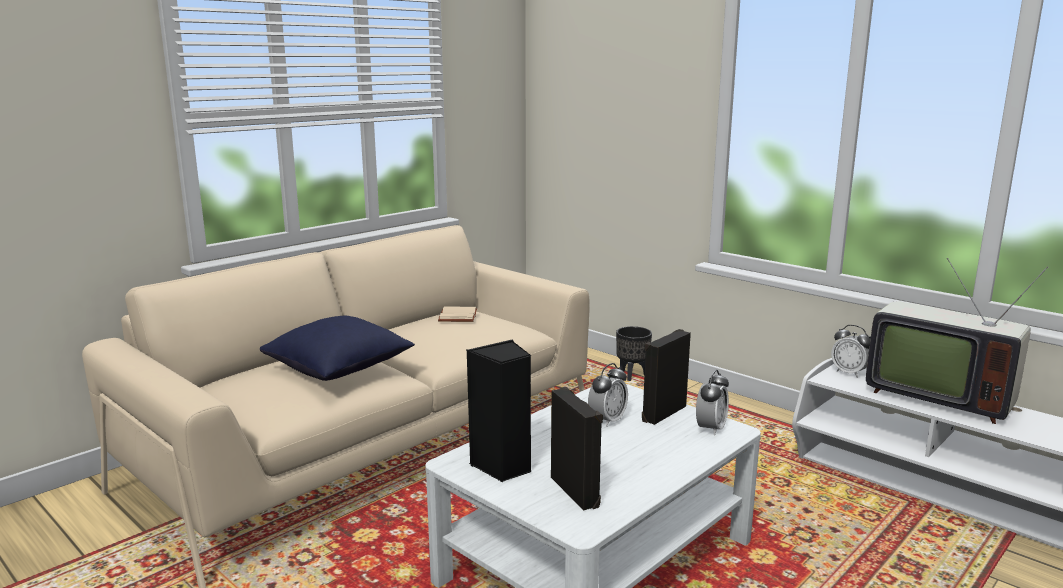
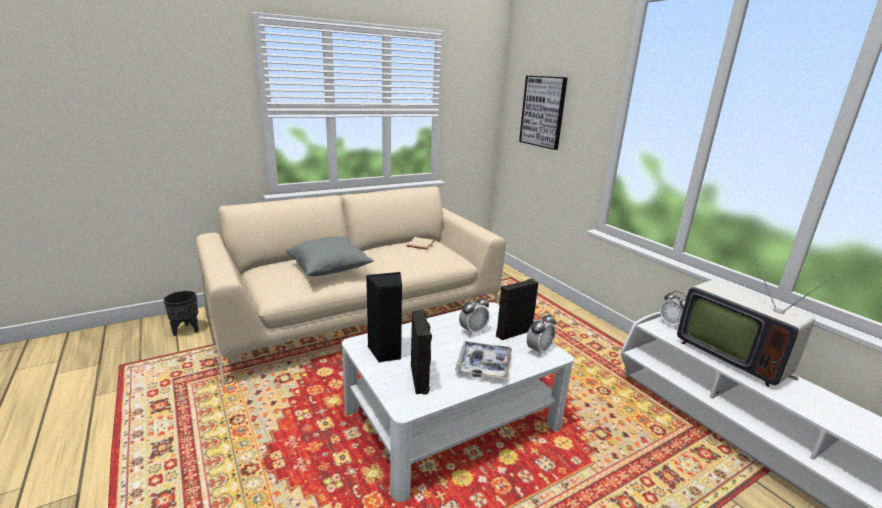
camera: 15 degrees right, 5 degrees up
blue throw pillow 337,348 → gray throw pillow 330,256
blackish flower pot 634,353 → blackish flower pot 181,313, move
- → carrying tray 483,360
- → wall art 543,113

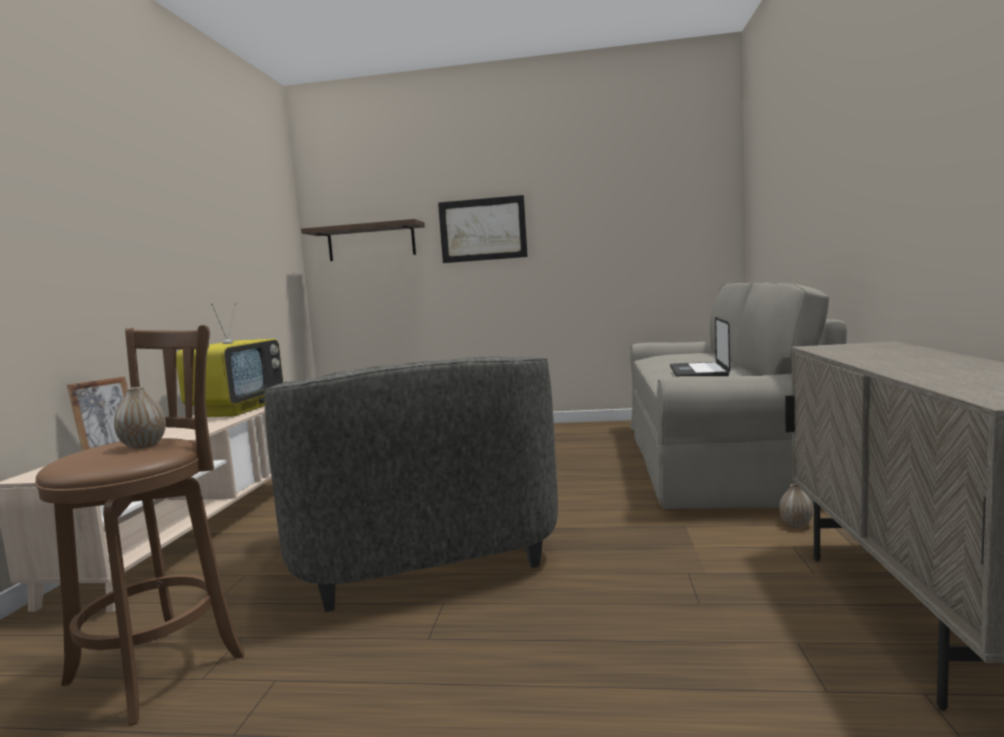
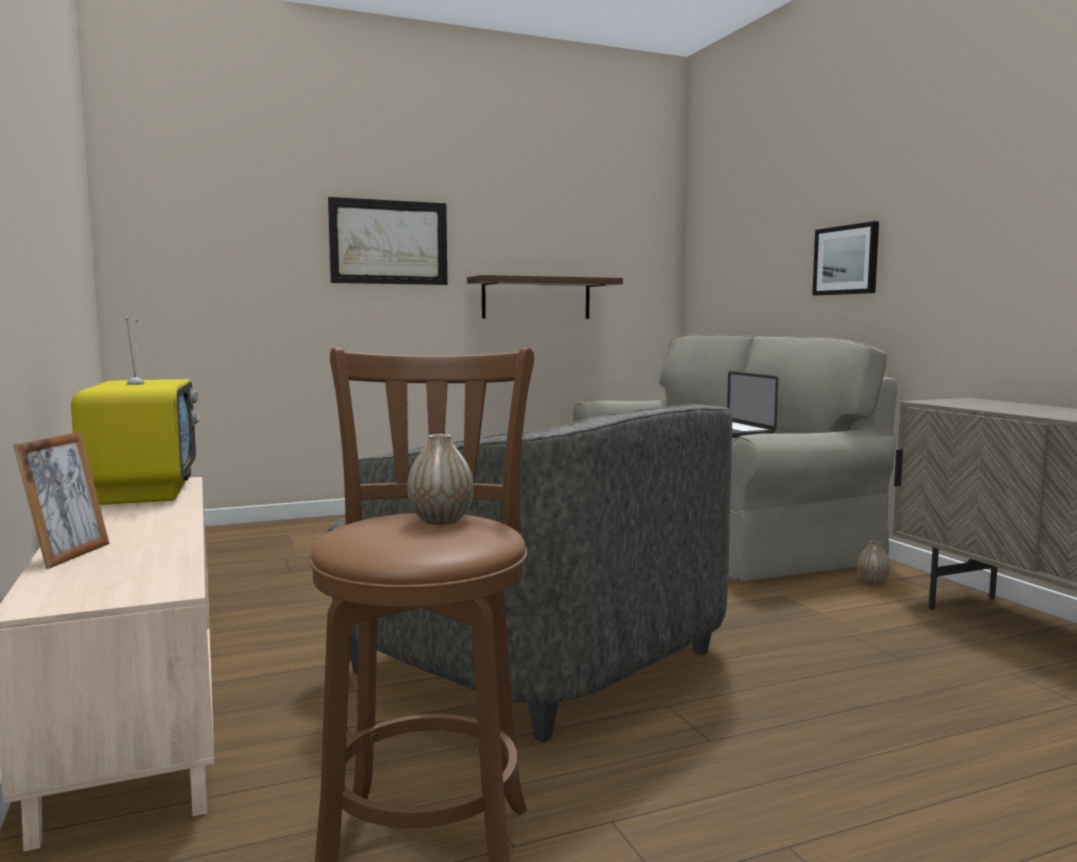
camera: 30 degrees left, 0 degrees up
wall shelf 363,240 → wall shelf 545,297, move
- → wall art 845,258

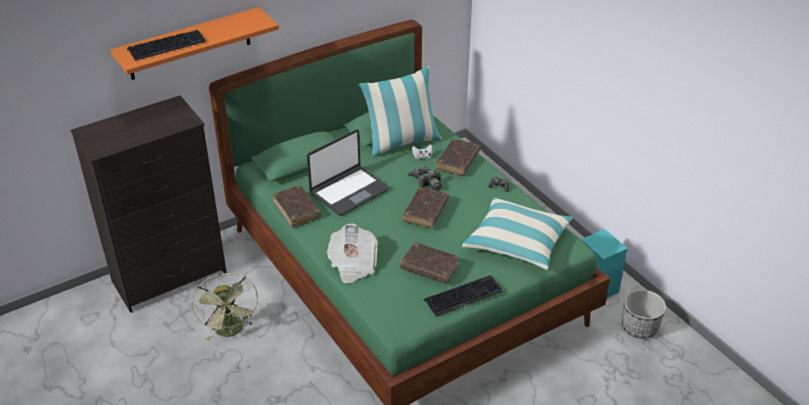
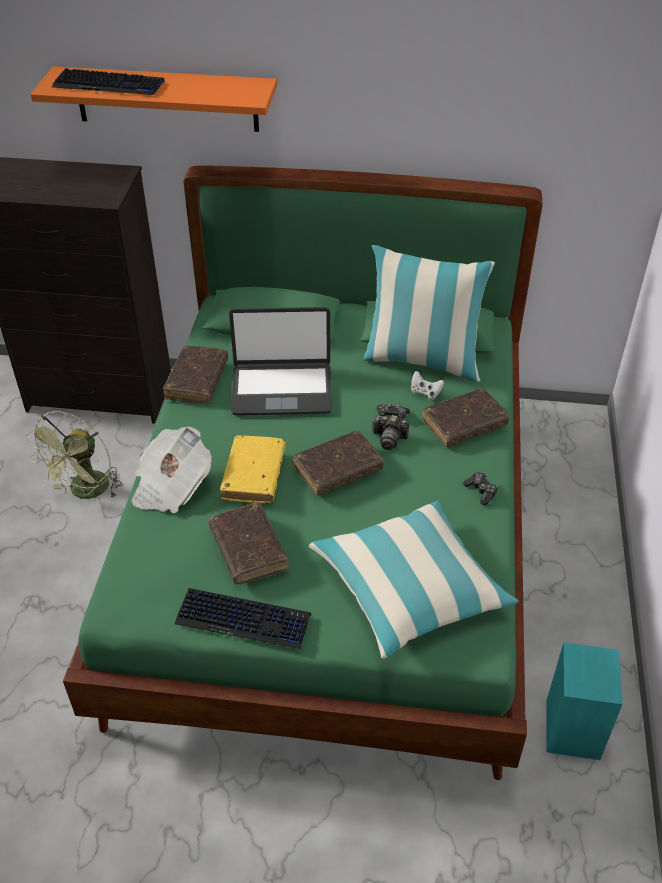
camera: 40 degrees right, 5 degrees up
flower pot 644,314 → -
- → yellowish book 253,469

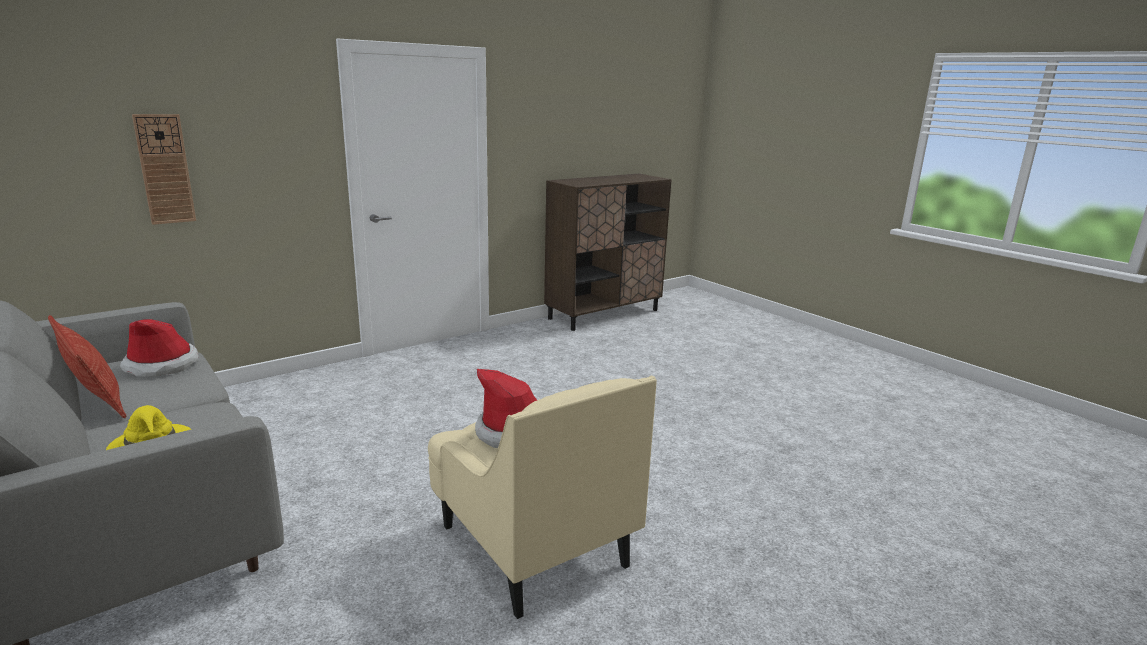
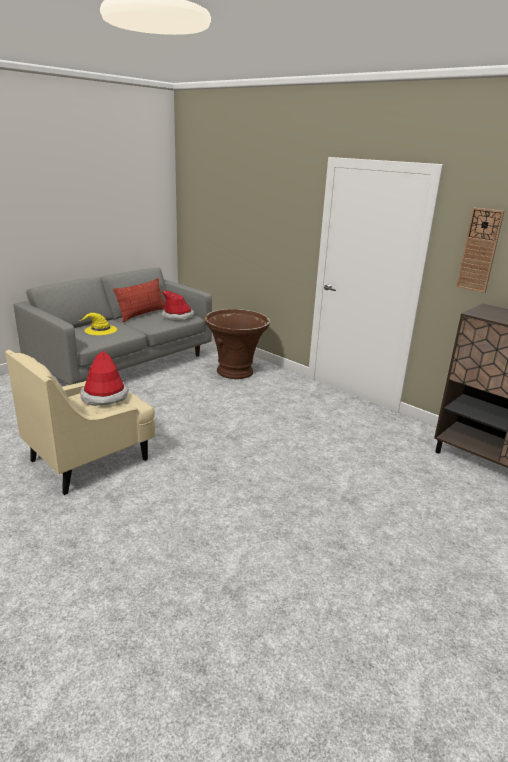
camera: 80 degrees right, 5 degrees up
clock on the wall 164,169 → clock on the wall 480,250, move
- → brownish flower pot 237,344

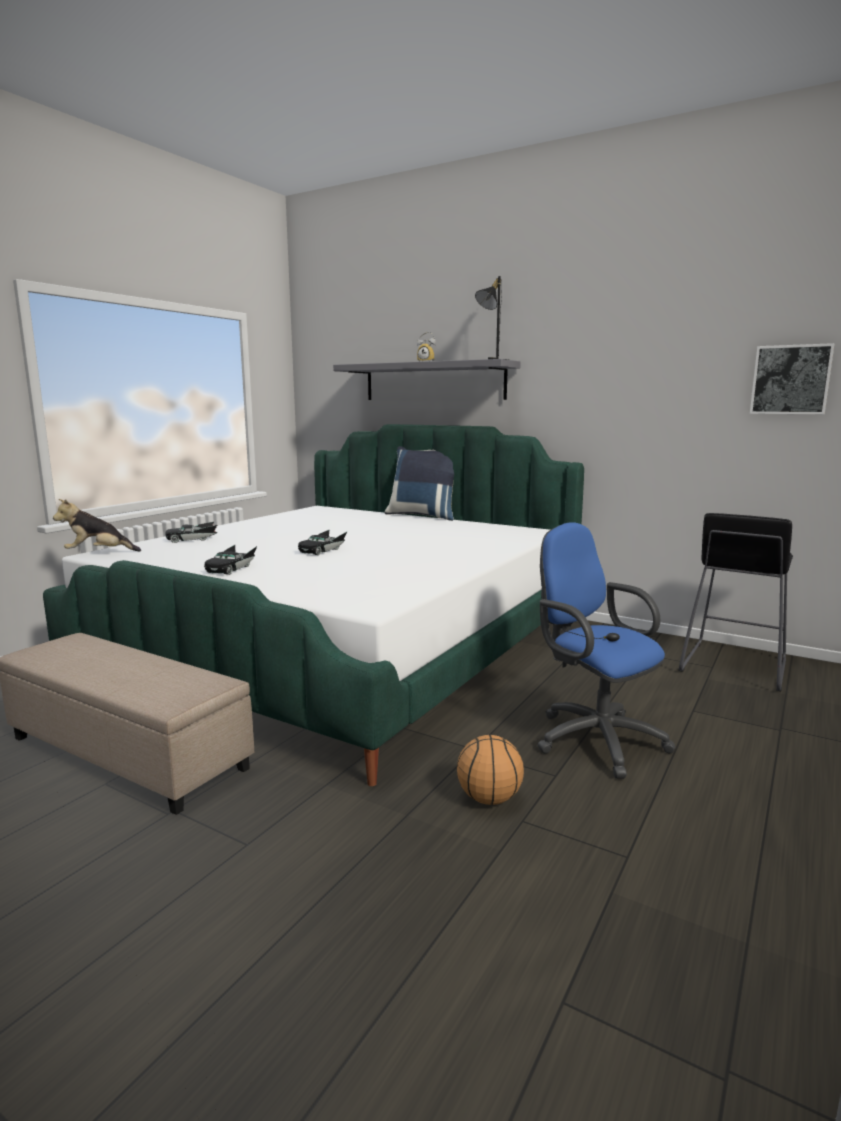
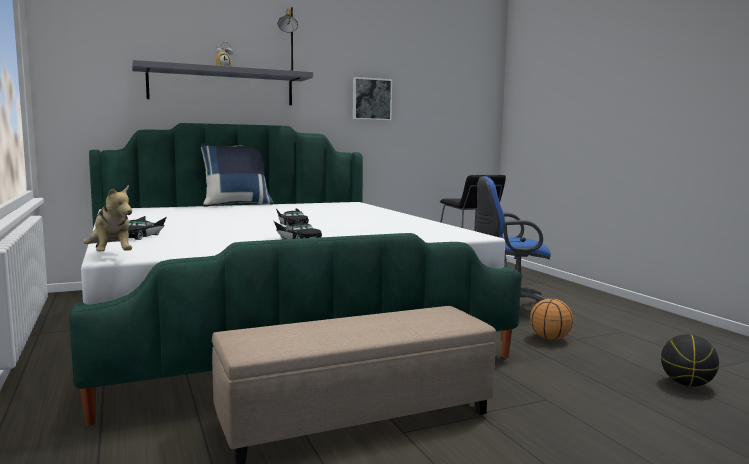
camera: 55 degrees left, 5 degrees down
soft toy 97,525 → soft toy 107,218, 60 degrees counterclockwise
wall art 792,378 → wall art 372,99, move
- → ball for basketball 690,360

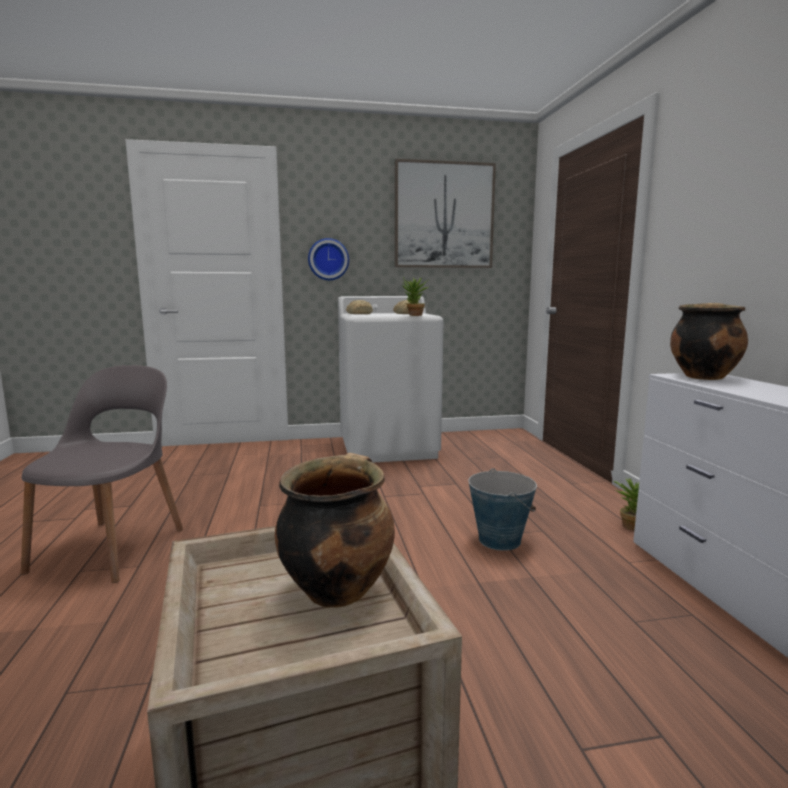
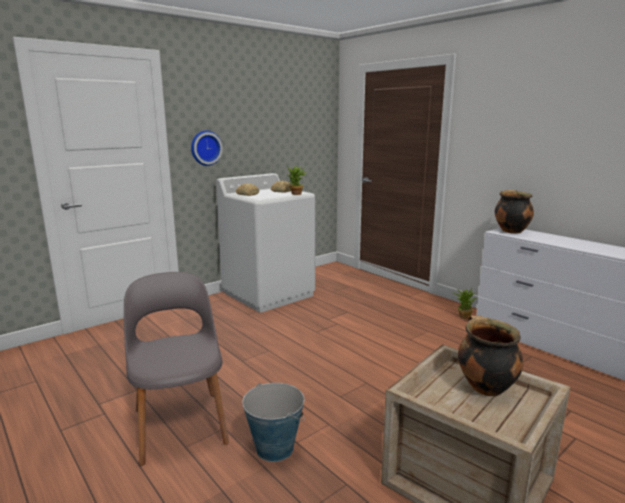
camera: 30 degrees left, 5 degrees up
wall art 445,213 → -
water bucket 502,509 → water bucket 273,422, move

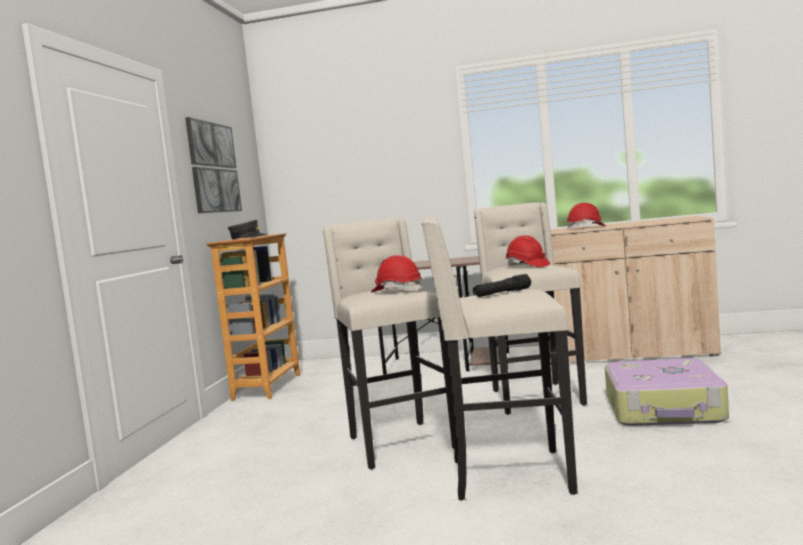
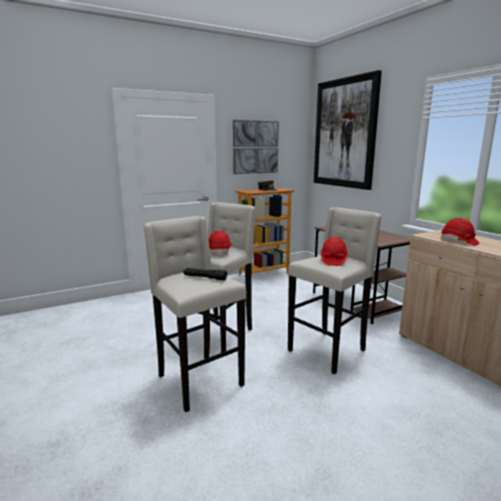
camera: 50 degrees right, 10 degrees up
travel case 667,392 → -
- → wall art 348,130

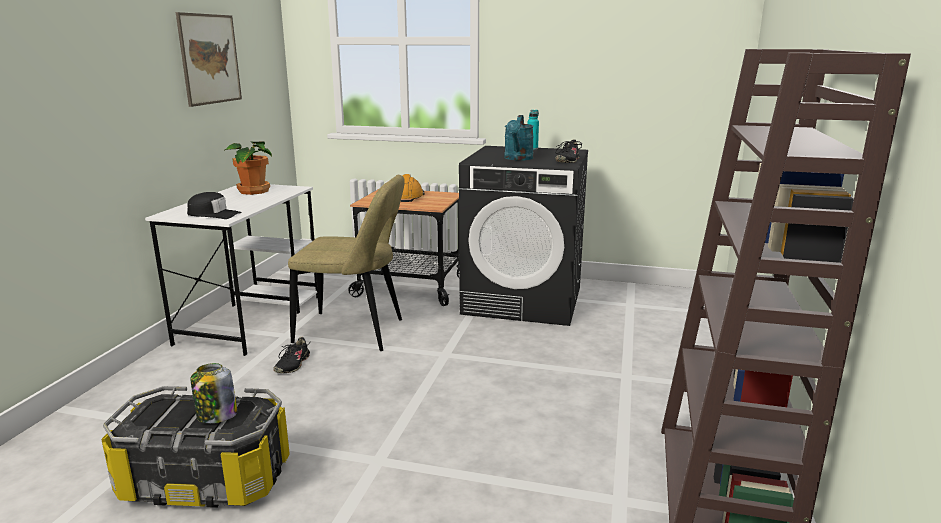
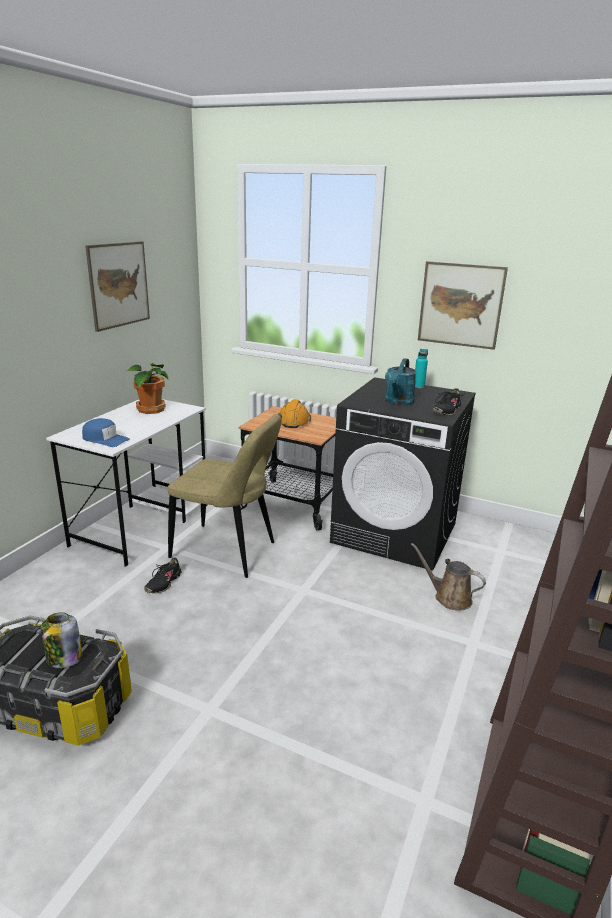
camera: 10 degrees right, 5 degrees up
blackish peaked cap 214,205 → blue peaked cap 106,432
- → brownish watering can 448,577
- → wall art 463,305

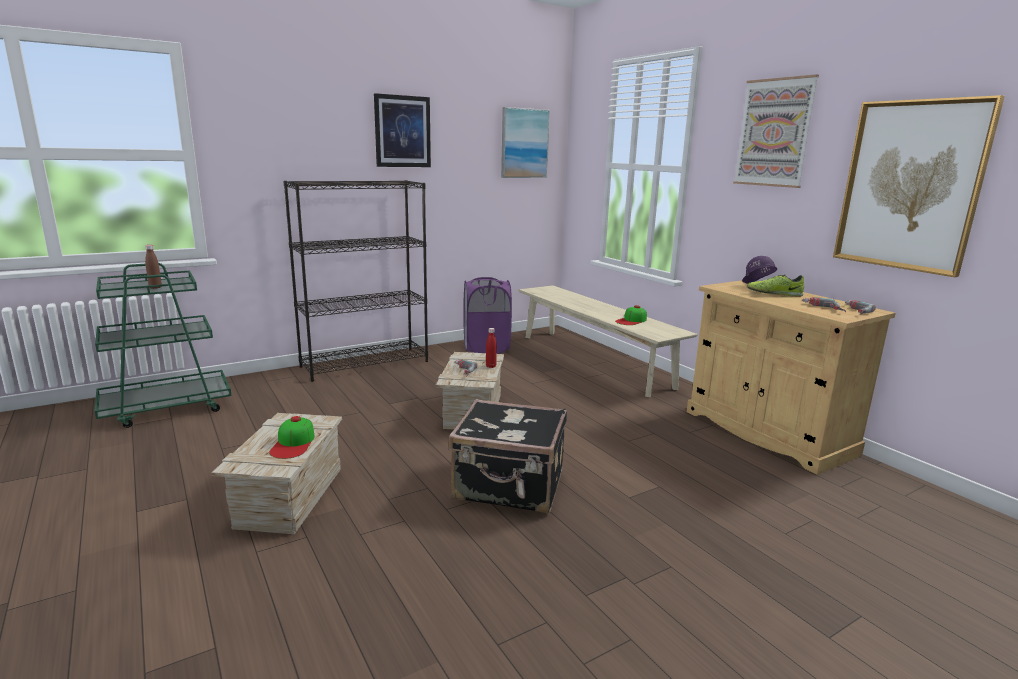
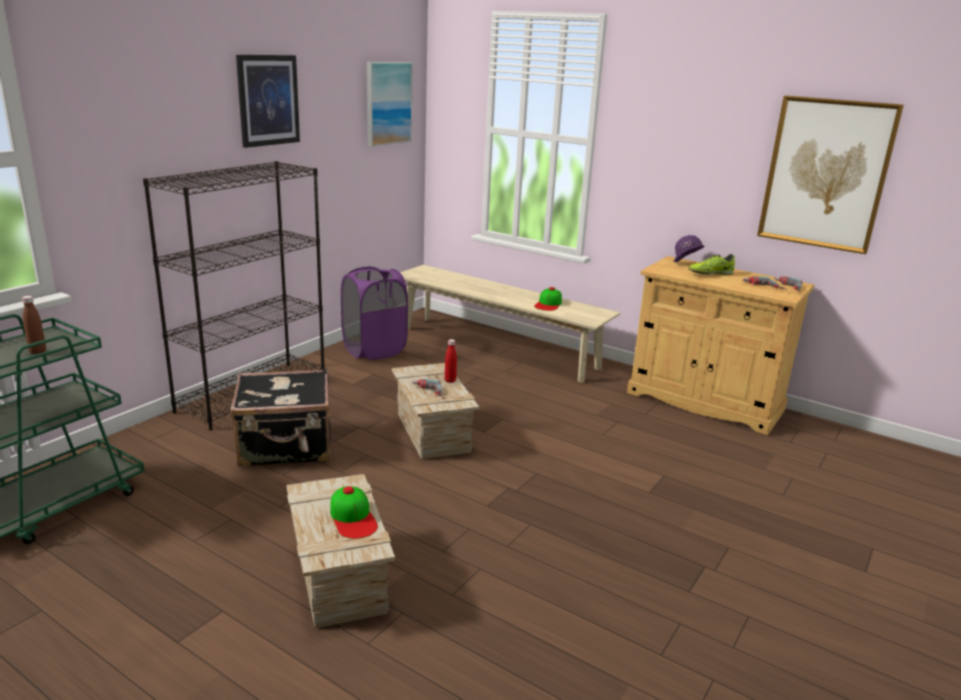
camera: 25 degrees left, 5 degrees up
blackish travel case 508,456 → blackish travel case 280,418, move
wall art 776,131 → -

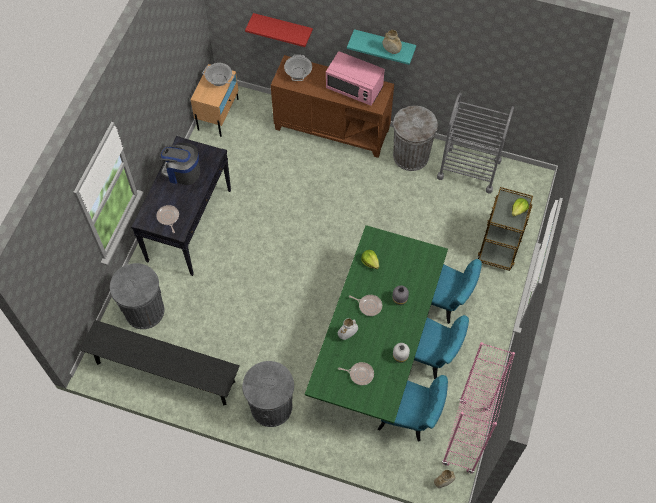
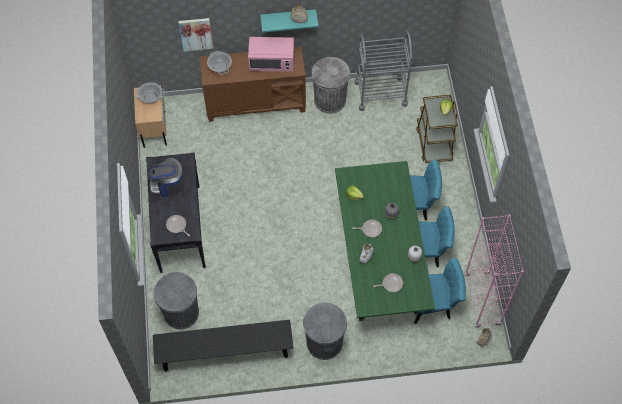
camera: 25 degrees left, 0 degrees up
reddish wall shelf 279,30 → wall art 195,34

